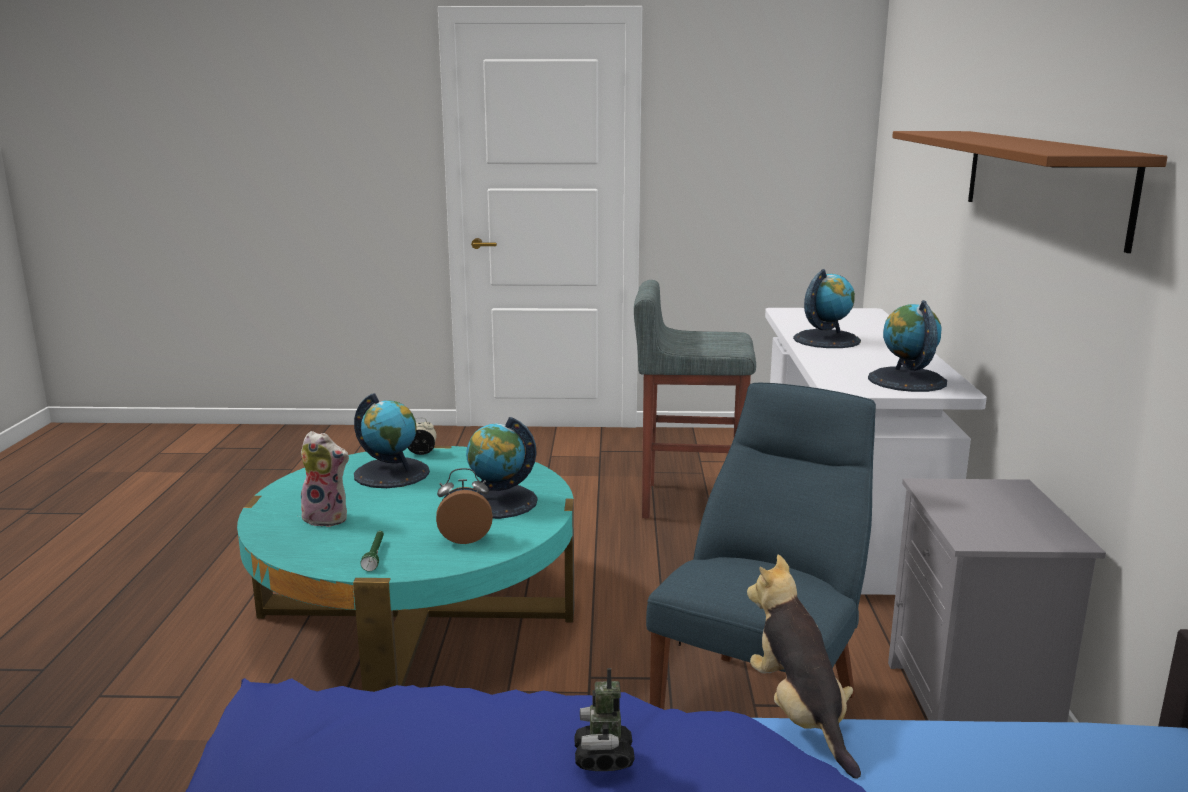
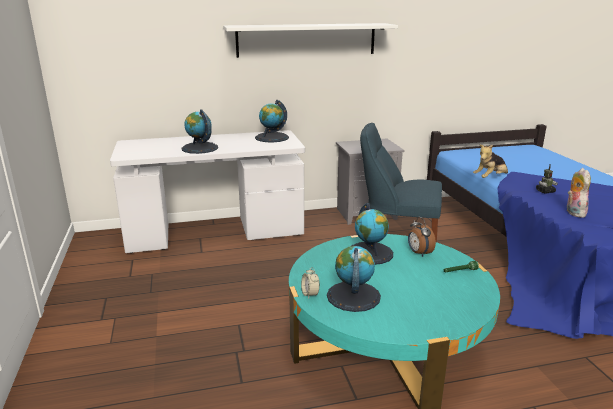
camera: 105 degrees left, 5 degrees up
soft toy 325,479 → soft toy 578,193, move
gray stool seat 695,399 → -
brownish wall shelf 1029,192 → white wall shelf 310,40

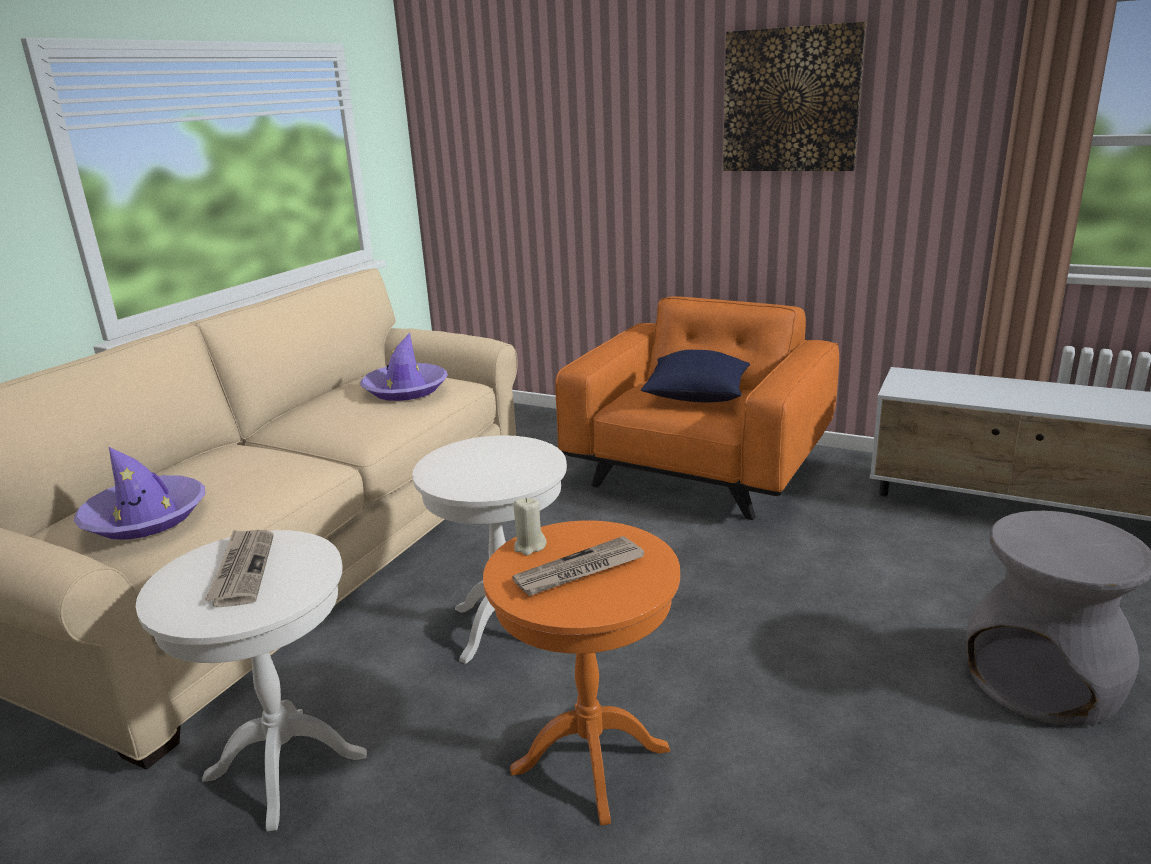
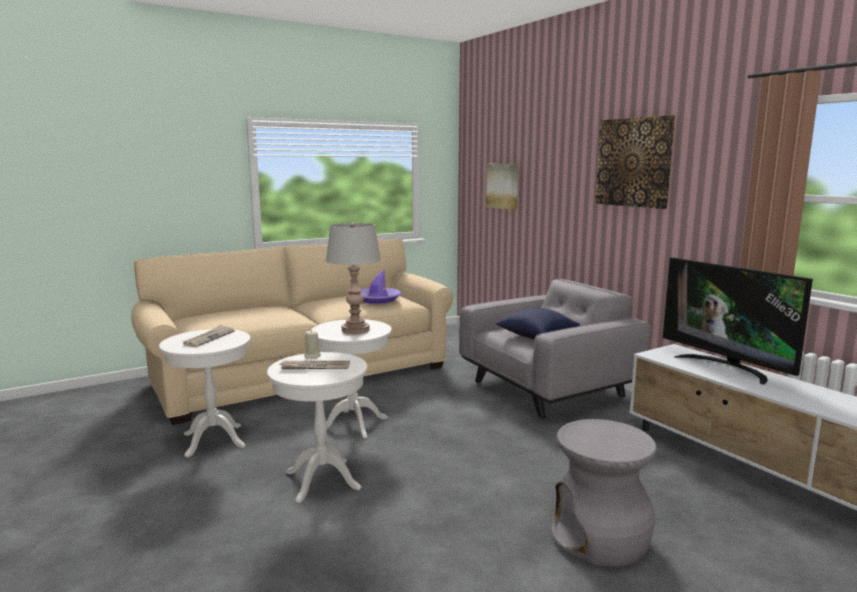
camera: 30 degrees right, 10 degrees down
purple wearable hat 139,493 → -
orange side table 581,673 → white side table 317,427
orange armchair 697,408 → gray armchair 555,349
- → gray table lamp 353,278
- → wall art 502,187
- → television 738,321

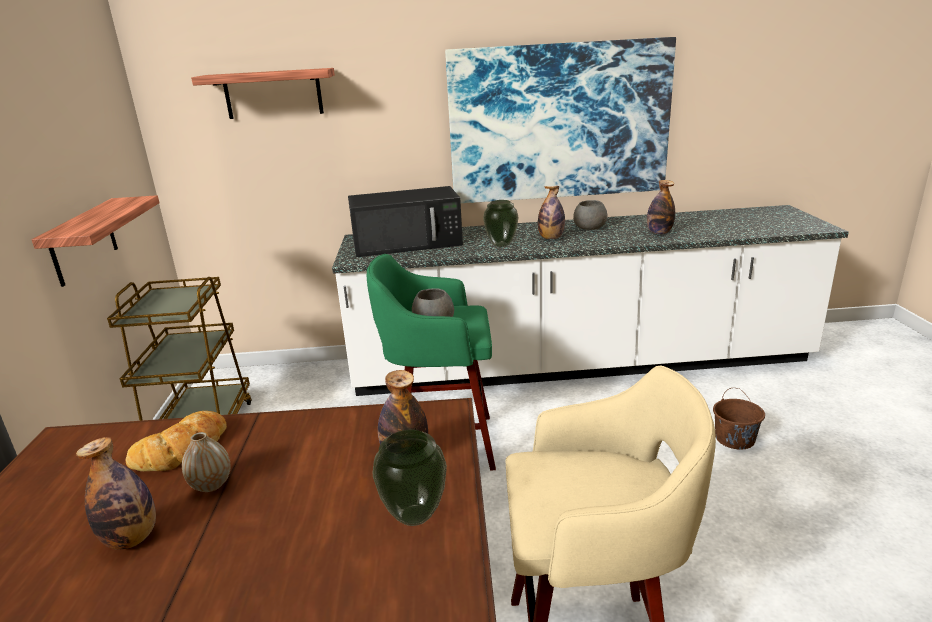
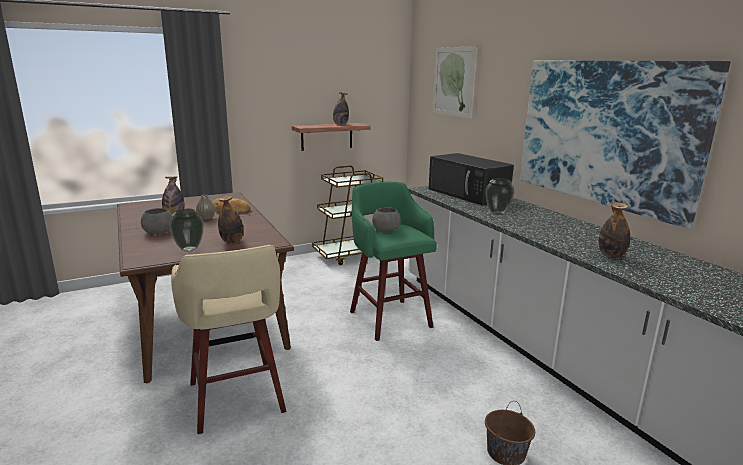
camera: 65 degrees right, 5 degrees down
wall shelf 263,93 → wall art 455,82
bottle 551,212 → bottle 341,108, move
gray serving bowl 590,215 → gray serving bowl 157,221, move

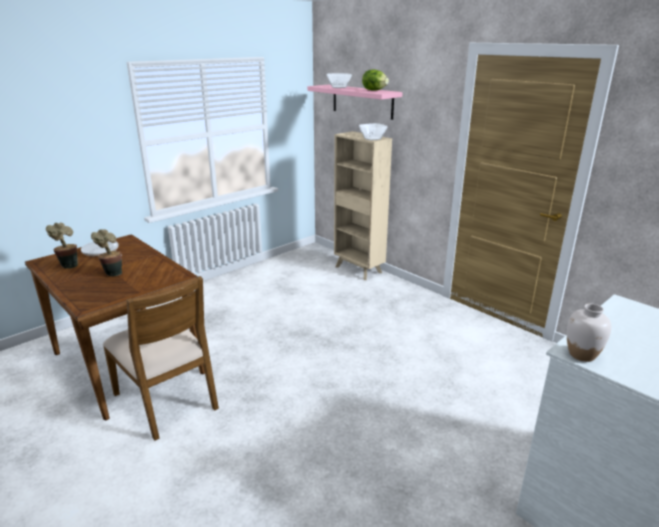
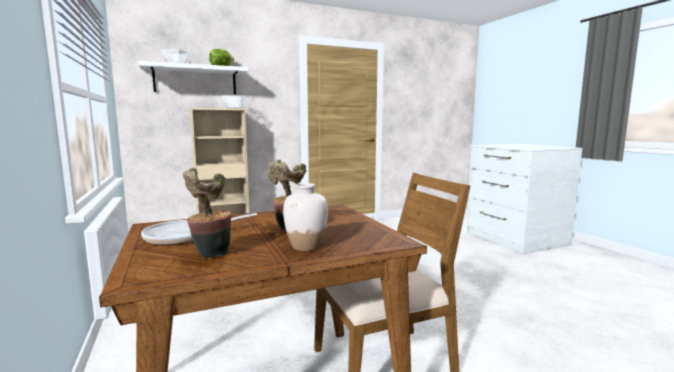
camera: 70 degrees left, 15 degrees down
pink wall shelf 355,102 → white wall shelf 193,77
white vase 589,332 → white vase 305,217, move

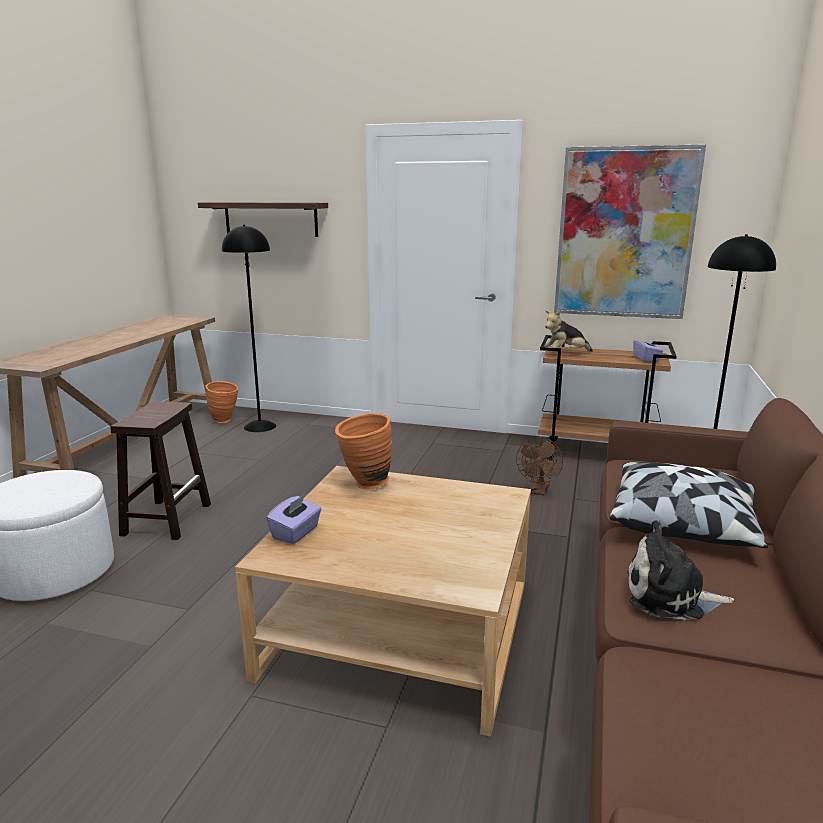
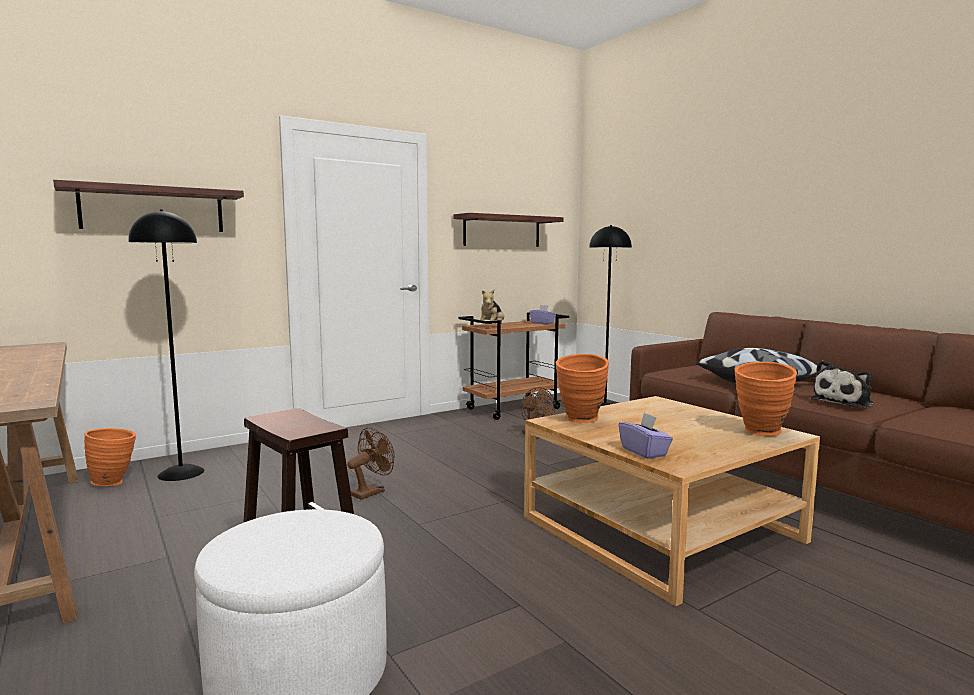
camera: 50 degrees left, 10 degrees down
wall art 630,231 → wall shelf 509,230
- → brownish fan 371,463
- → orange vase 766,399

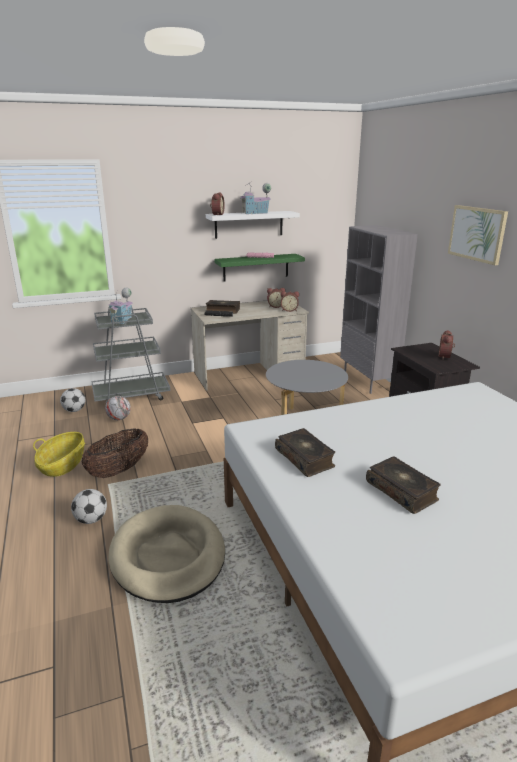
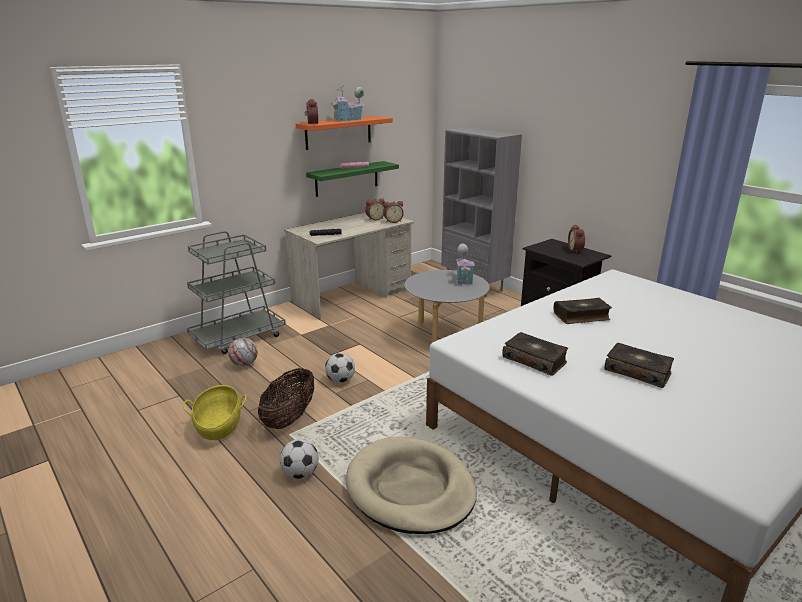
camera: 20 degrees left, 0 degrees up
football 73,400 → football 340,368, move
toy house 120,306 → toy house 465,265, move
white wall shelf 253,225 → orange wall shelf 344,133
book 223,307 → book 583,311, move
wall art 478,235 → -

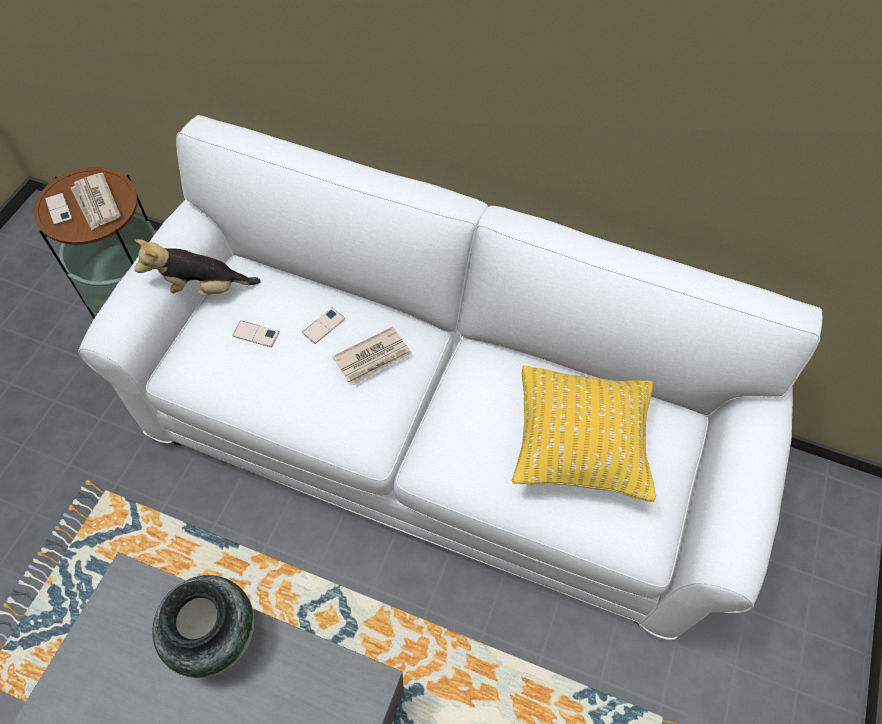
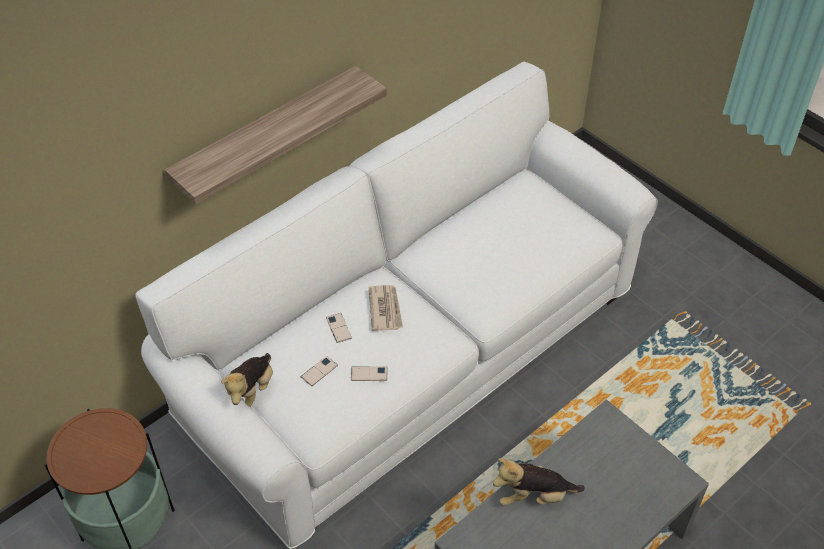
camera: 60 degrees left, 10 degrees down
telephone 58,209 → telephone 369,374, move
newspaper 95,201 → -
vase 203,626 → soft toy 539,482
yellowish throw pillow 584,433 → -
- → wall shelf 276,135

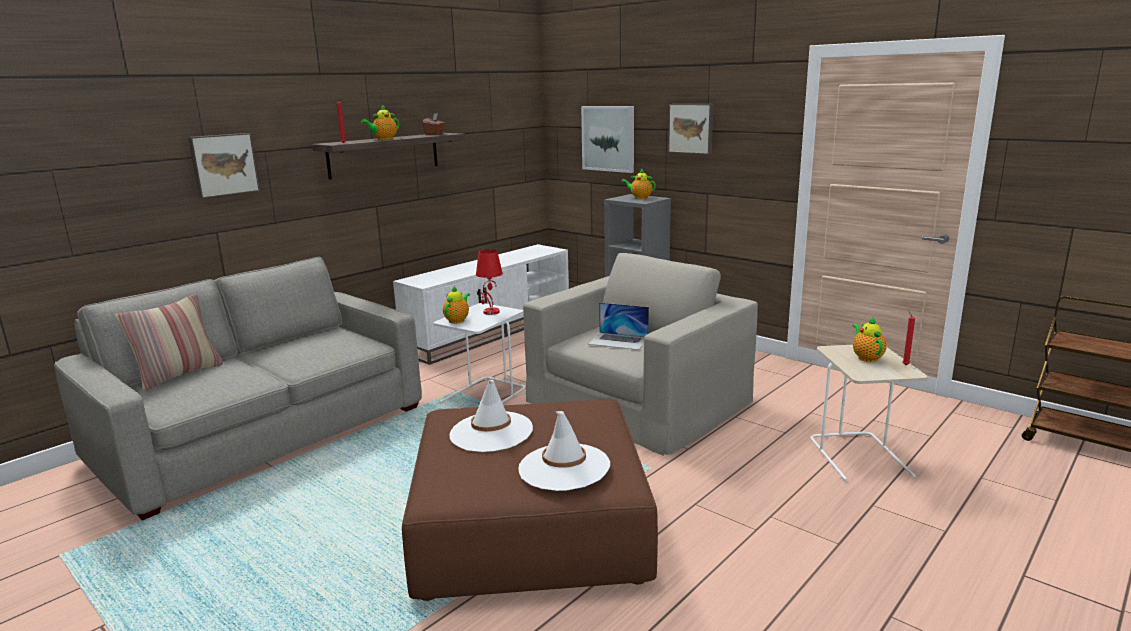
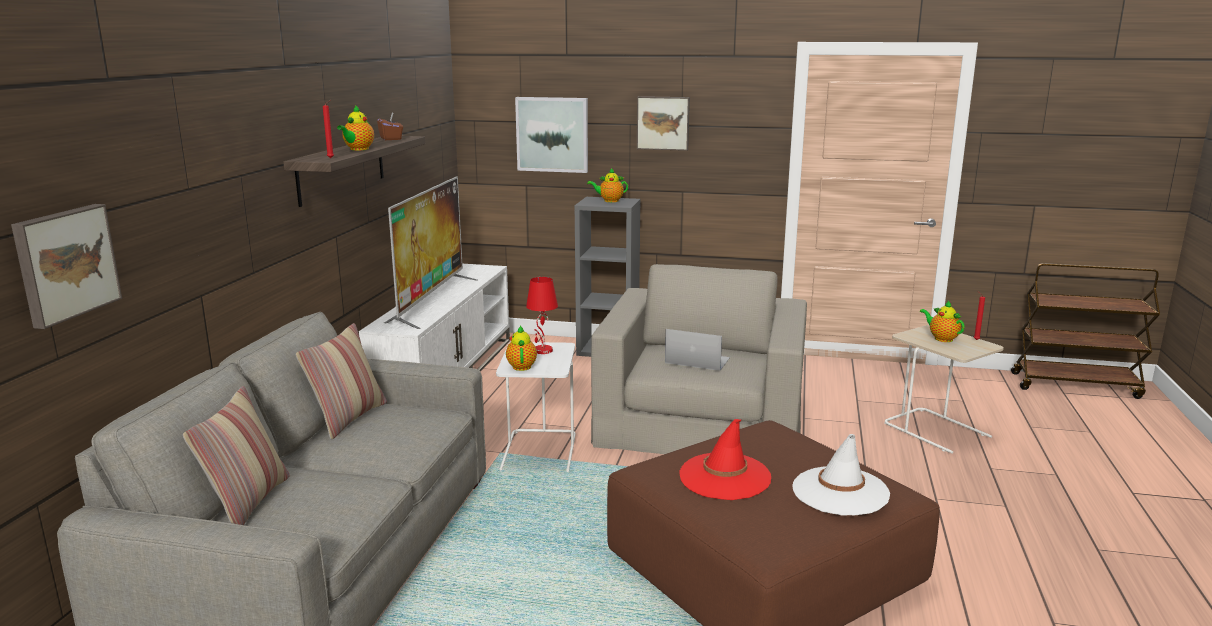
camera: 30 degrees left, 0 degrees up
wall art 224,165 → wall art 66,266, move
white wearable hat 491,416 → reddish wearable hat 725,459
notebook computer 619,326 → notebook computer 697,350, 150 degrees counterclockwise
- → throw pillow 341,381
- → television 430,252

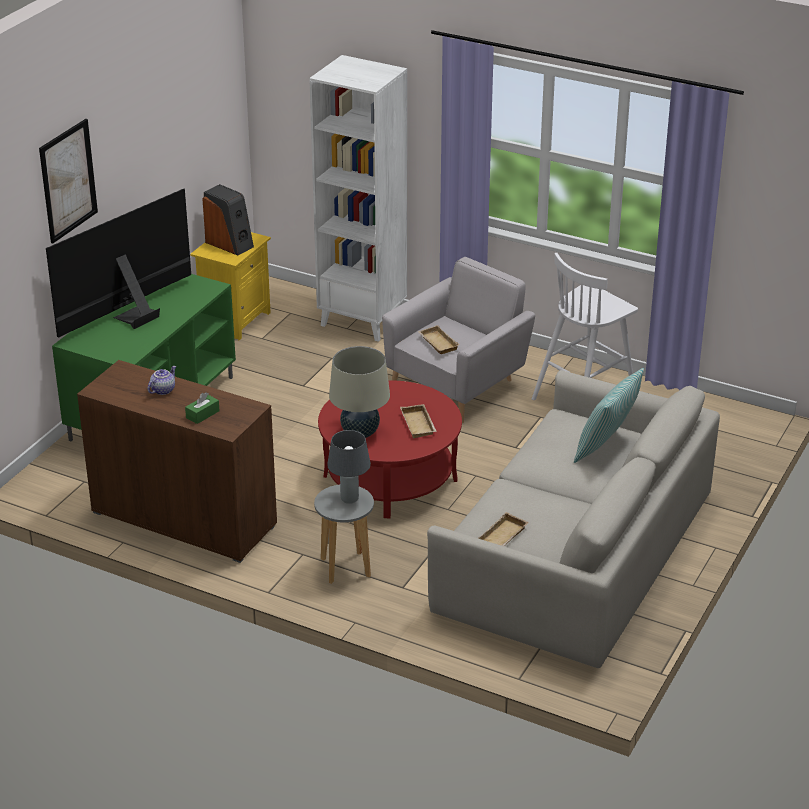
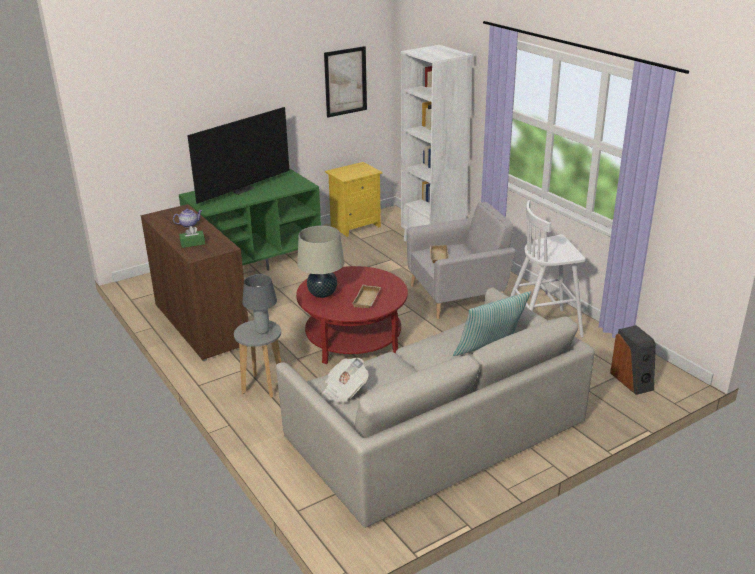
camera: 30 degrees right, 5 degrees down
wall art 68,181 → wall art 345,82, move
television 118,263 → television 238,155, 150 degrees clockwise
audio speaker 228,219 → audio speaker 633,360, move
beige carrying tray 503,529 → newspaper 345,380

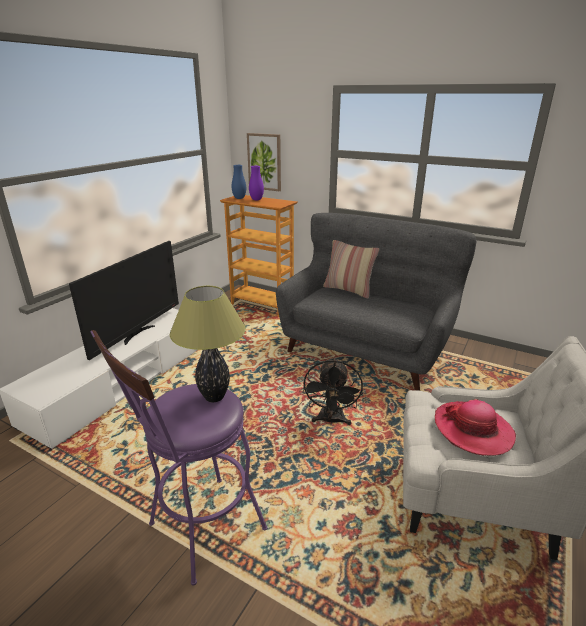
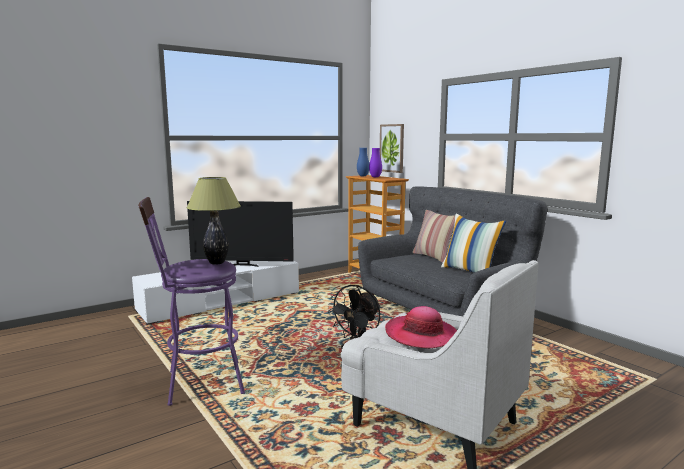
camera: 25 degrees right, 15 degrees down
television 124,300 → television 240,234, 45 degrees clockwise
- → throw pillow 473,243

